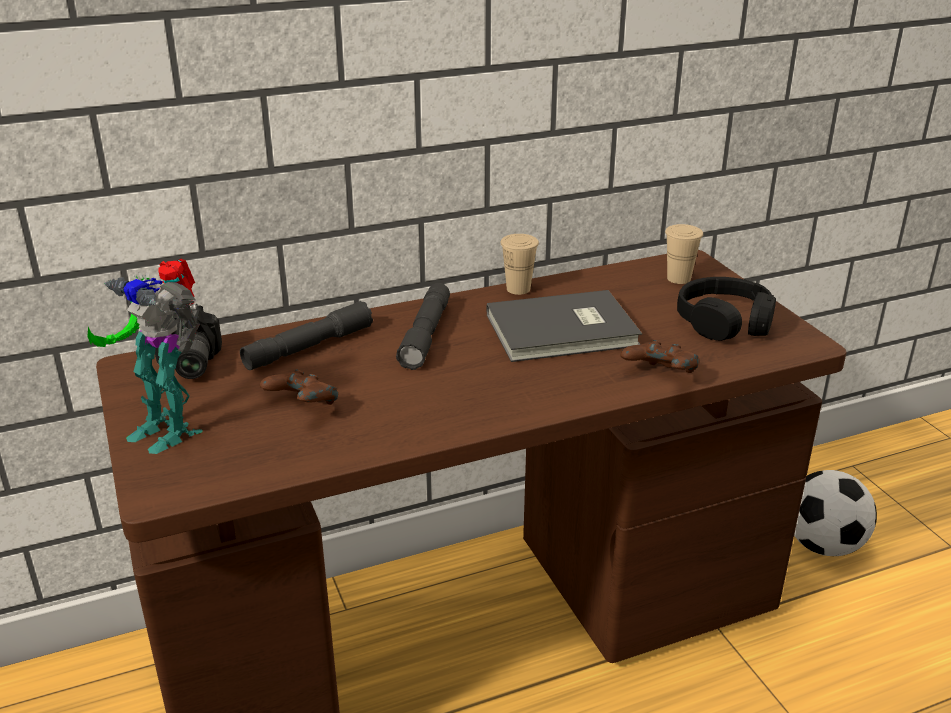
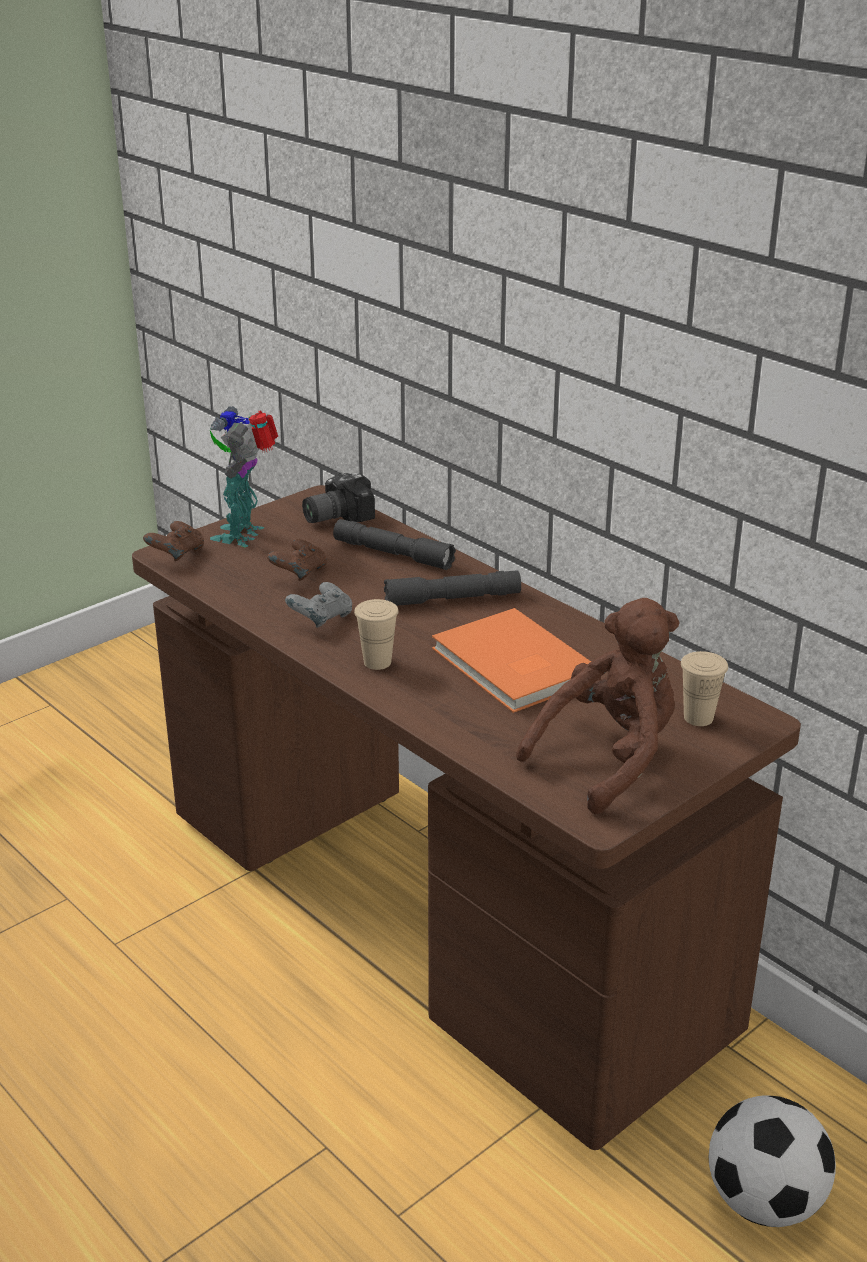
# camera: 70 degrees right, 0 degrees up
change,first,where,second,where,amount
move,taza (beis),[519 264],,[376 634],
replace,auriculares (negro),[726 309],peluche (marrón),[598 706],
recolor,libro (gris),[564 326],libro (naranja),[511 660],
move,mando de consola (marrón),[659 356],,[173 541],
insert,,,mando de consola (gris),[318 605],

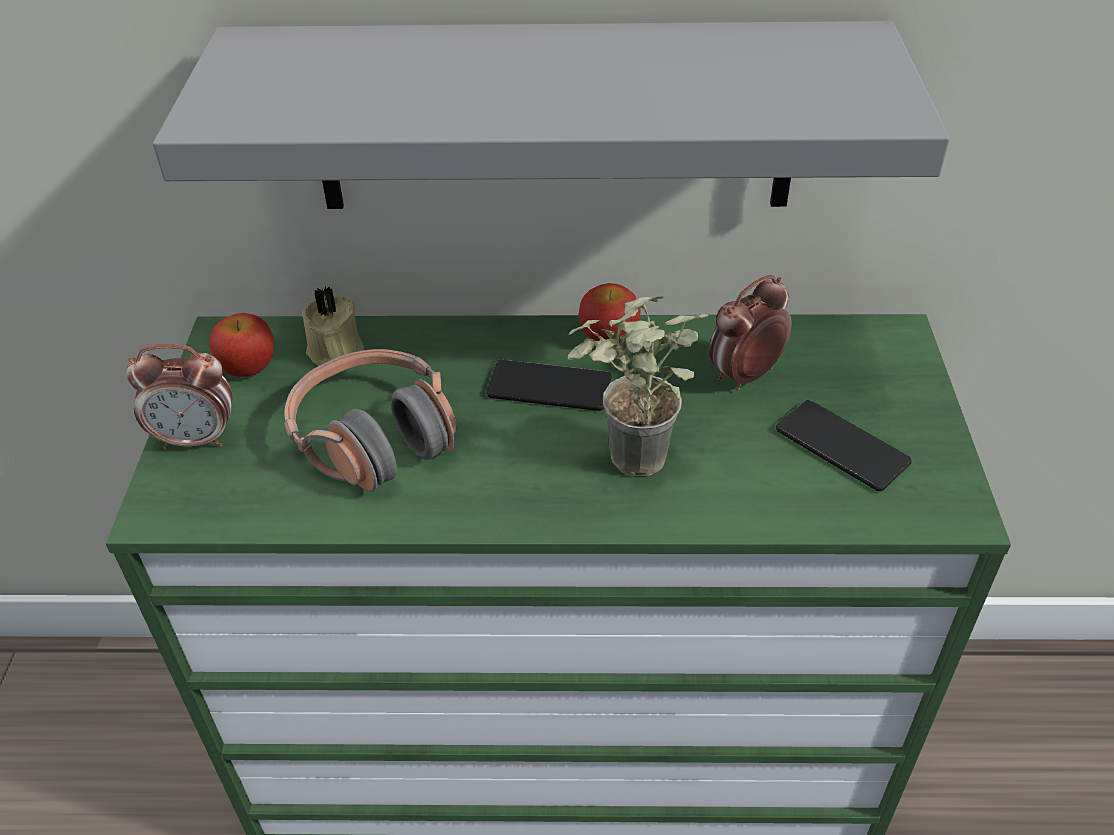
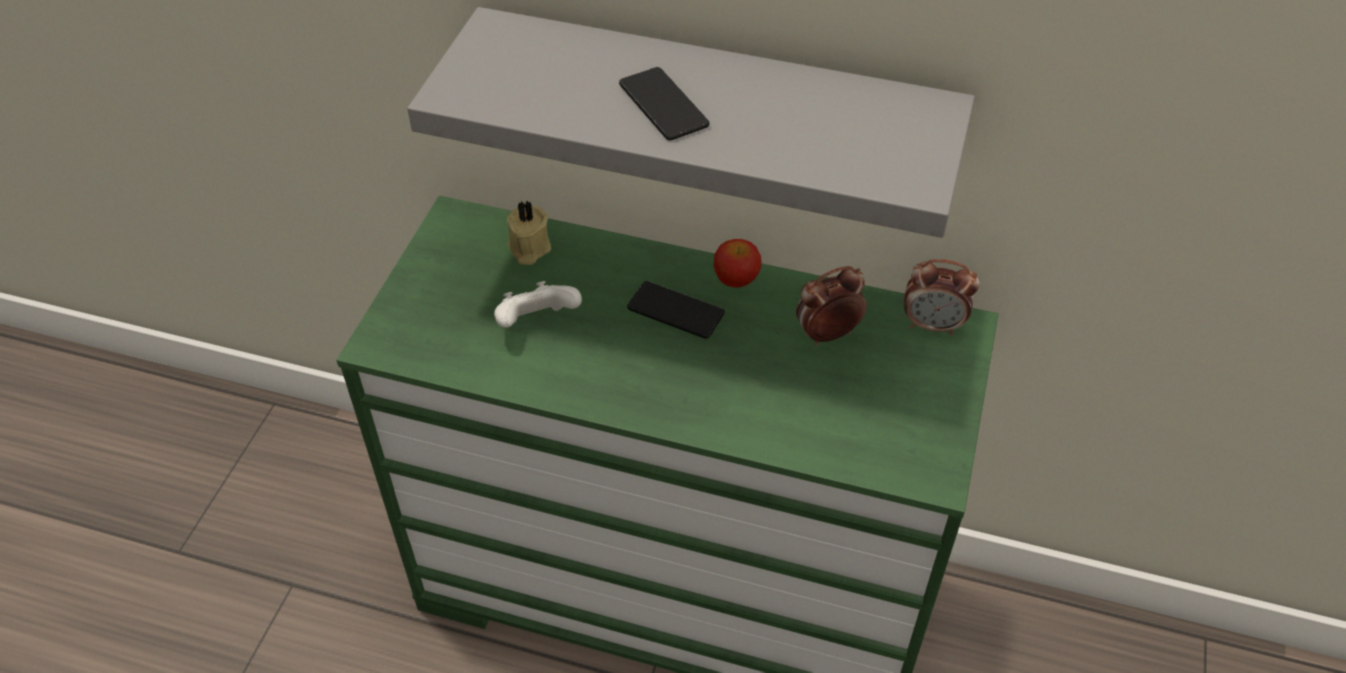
# camera: 15 degrees right, 5 degrees up
change,first,where,second,where,amount
delete,planta en maceta,[638 387],,,
delete,manzana,[241 345],,,
move,despertador,[179 396],,[942 297],
replace,auriculares,[370 420],mando de consola (blanco),[538 304],
move,móvil,[844 445],,[664 104],

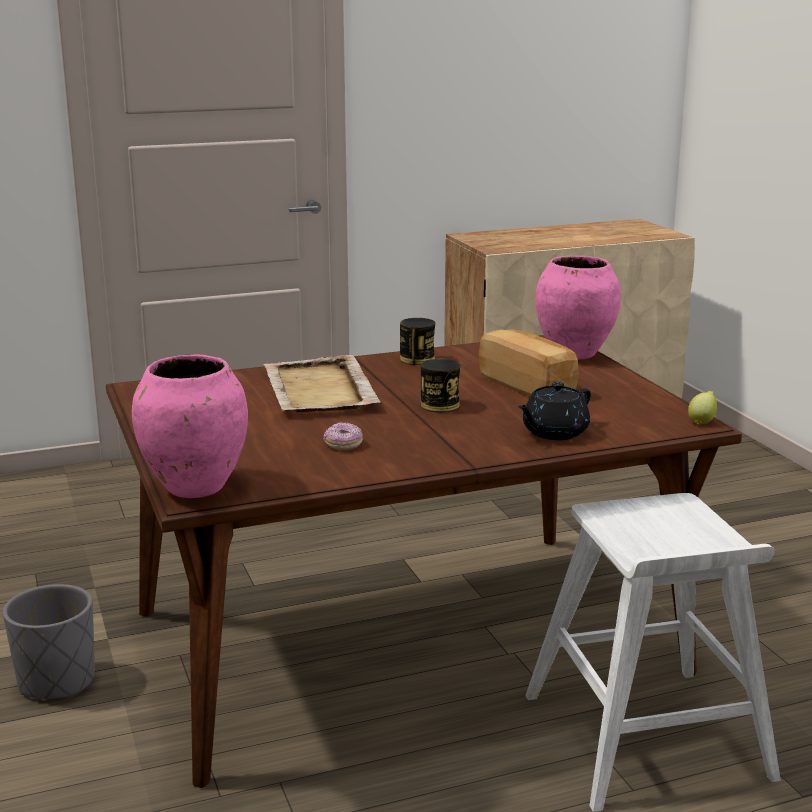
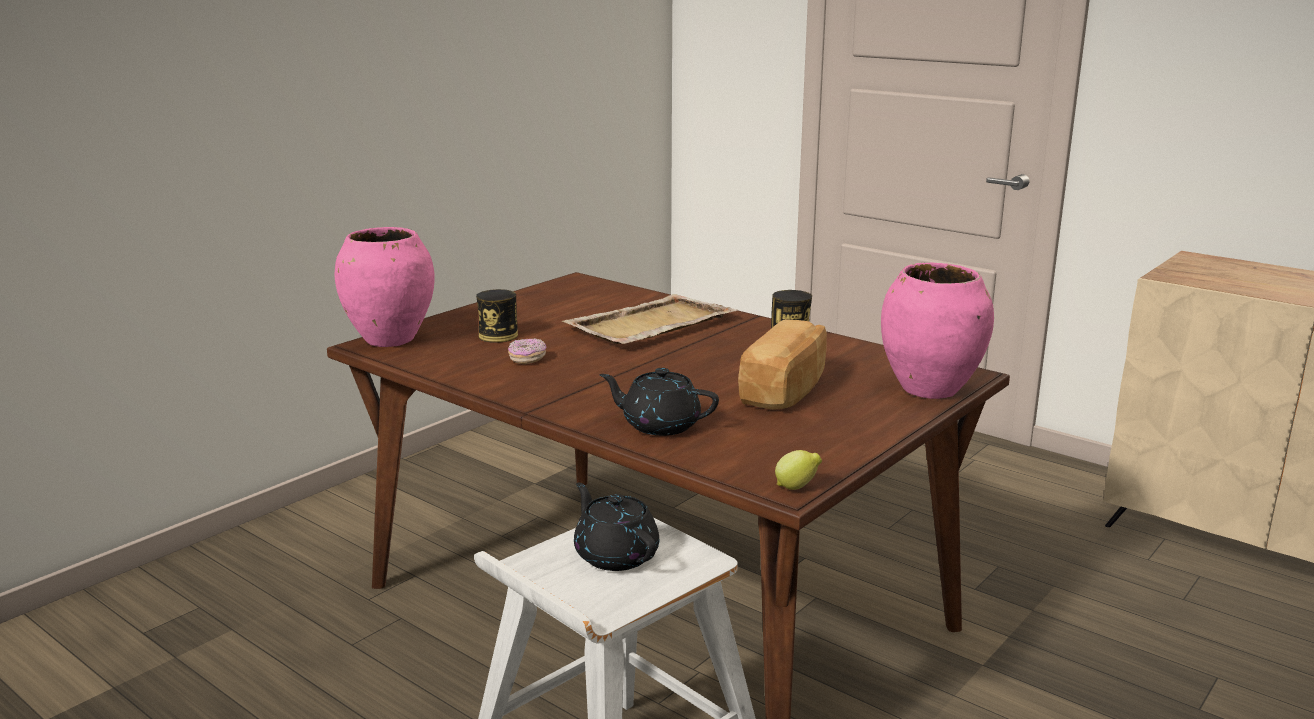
# camera: 60 degrees right, 0 degrees up
change,first,where,second,where,amount
move,lata,[440 386],,[497 316],
delete,maceta (gris),[49 641],,,
insert,,,tetera (negro),[616 526],

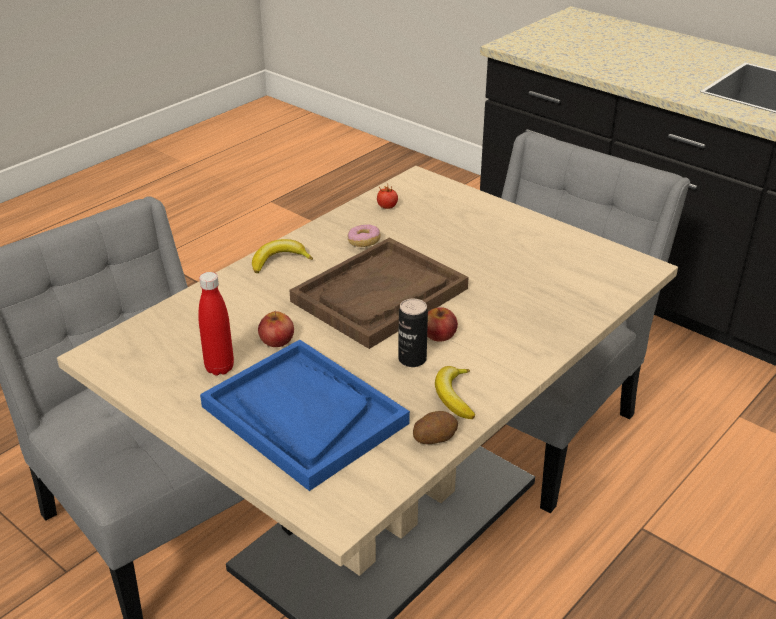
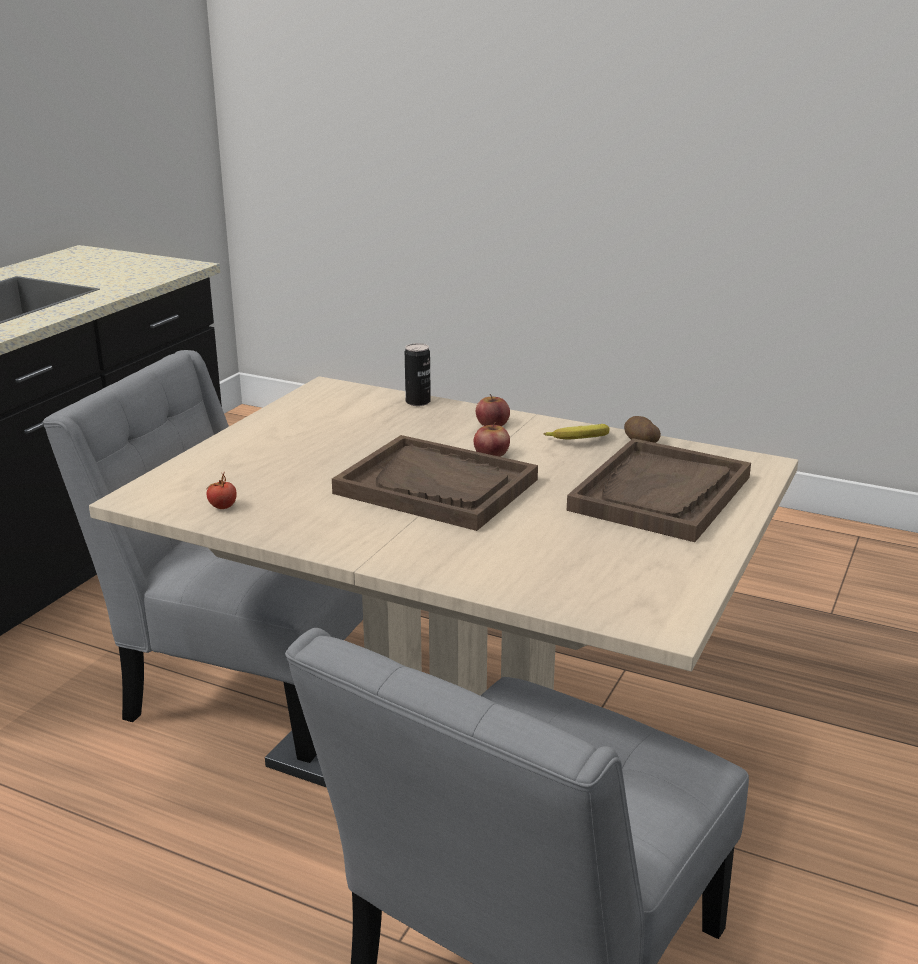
# camera: 105 degrees left, 10 degrees down
change,first,where,second,where,amount
delete,rosquilla,[364 235],,,
delete,plátano,[282 256],,,
delete,botella (rojo),[216 323],,,
move,lata,[413 333],,[418 374],
move,manzana,[276 329],,[493 410],
recolor,bandeja (azul),[305 415],bandeja (marrón),[659 490],

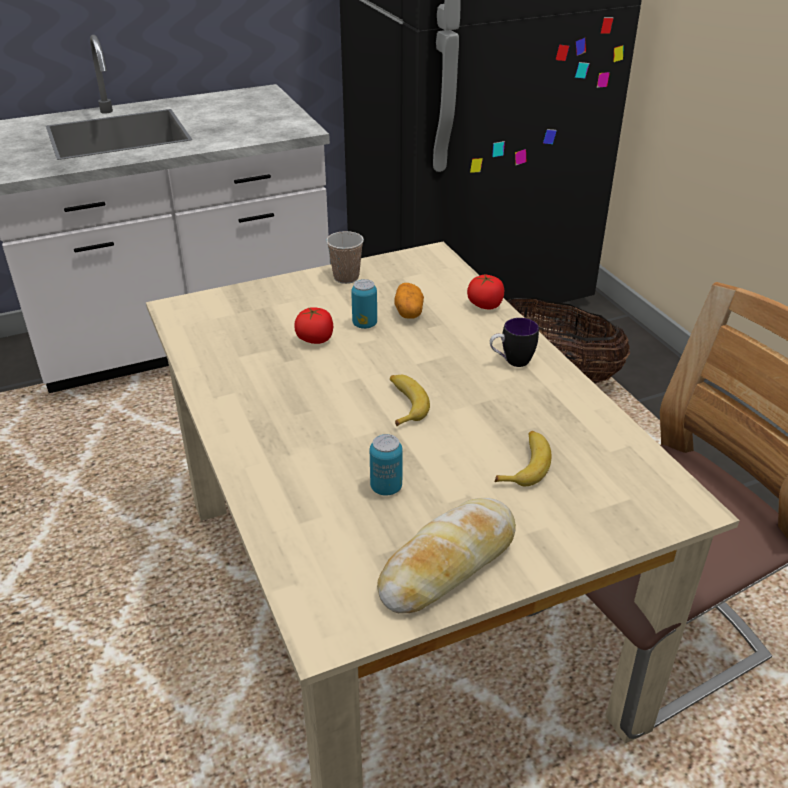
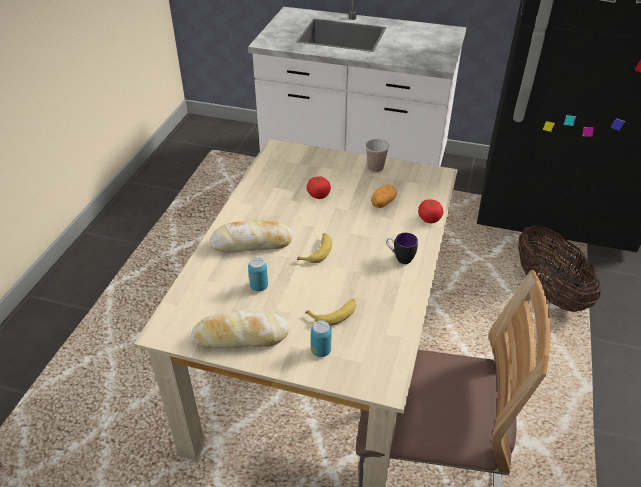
# camera: 40 degrees right, 5 degrees up
change,first,where,second,where,amount
move,lata,[364 304],,[321 339],
insert,,,pan,[251 236],

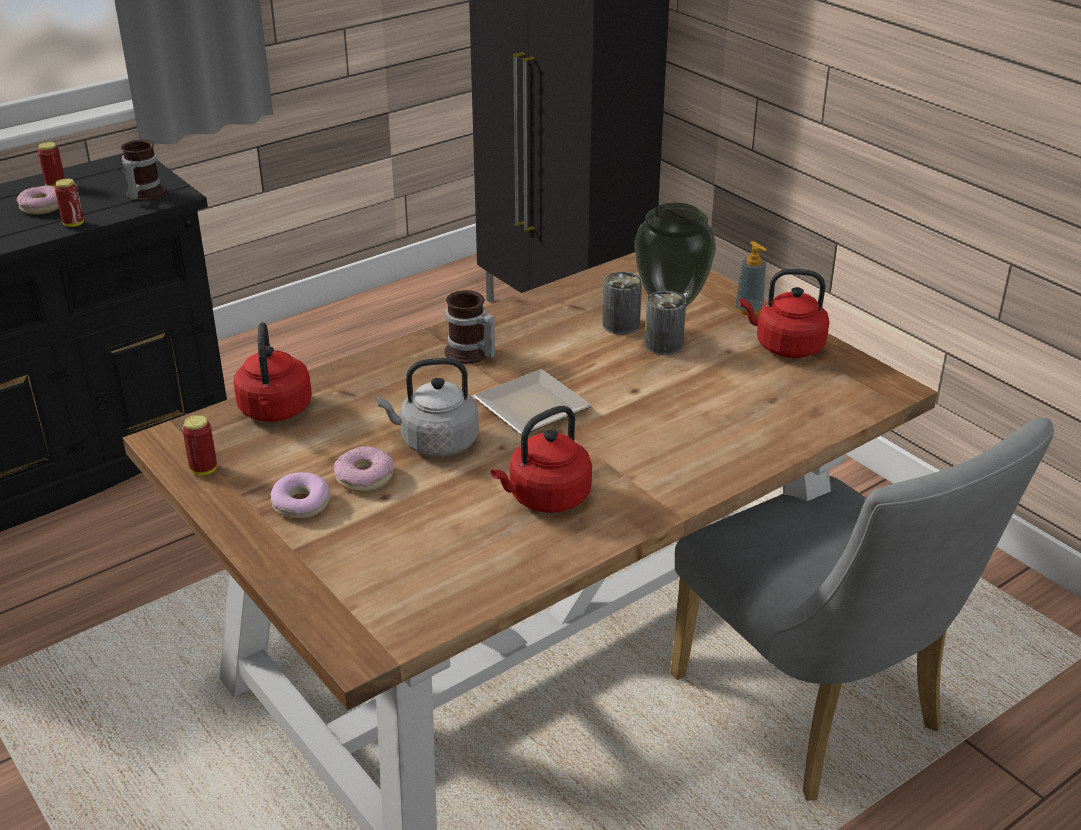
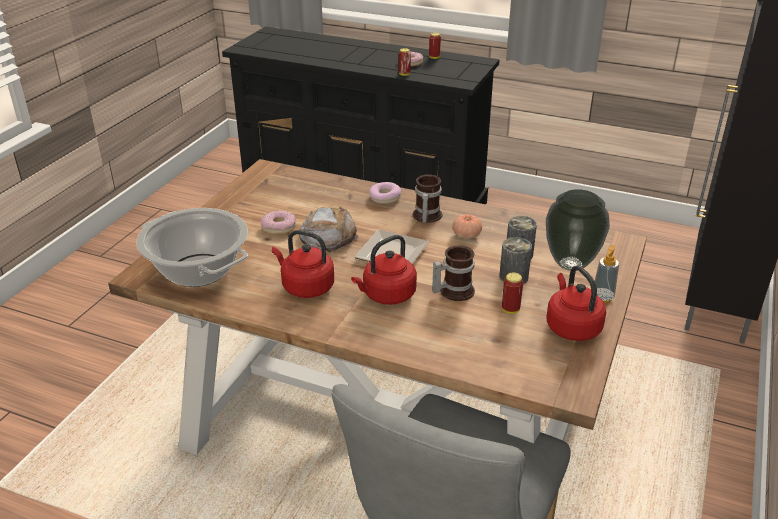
# camera: 60 degrees right, 0 degrees up
change,first,where,second,where,amount
move,taza grande,[143 170],,[453 273],
move,hervidor (rojo),[272 372],,[384 270],
replace,hervidor (gris),[427 407],pan,[329 229],
move,lata,[199 445],,[512 293],
move,rosquilla,[300 495],,[385 193],
insert,,,olla,[192 247],
insert,,,tomate,[467 226],

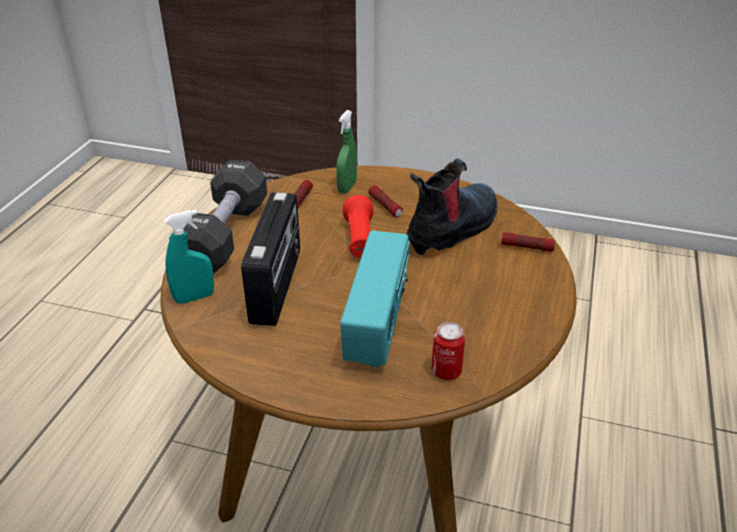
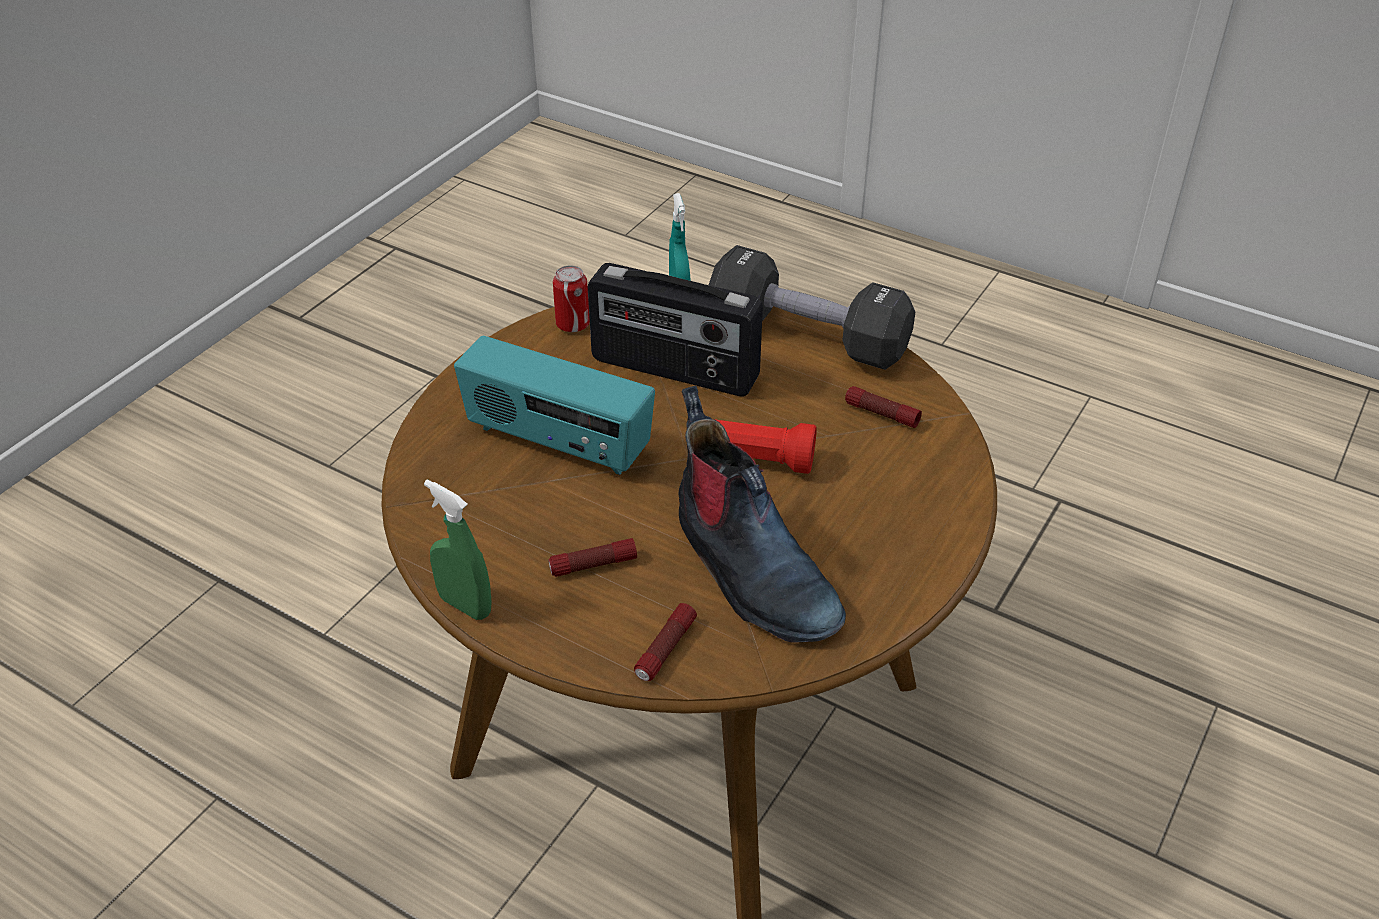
# camera: 105 degrees right, 5 degrees up
change,first,where,second,where,amount
move,pulverizador (verde),[346 152],,[458 550],
move,linterna,[385 201],,[592 557],
move,lata,[448 351],,[571 298],

